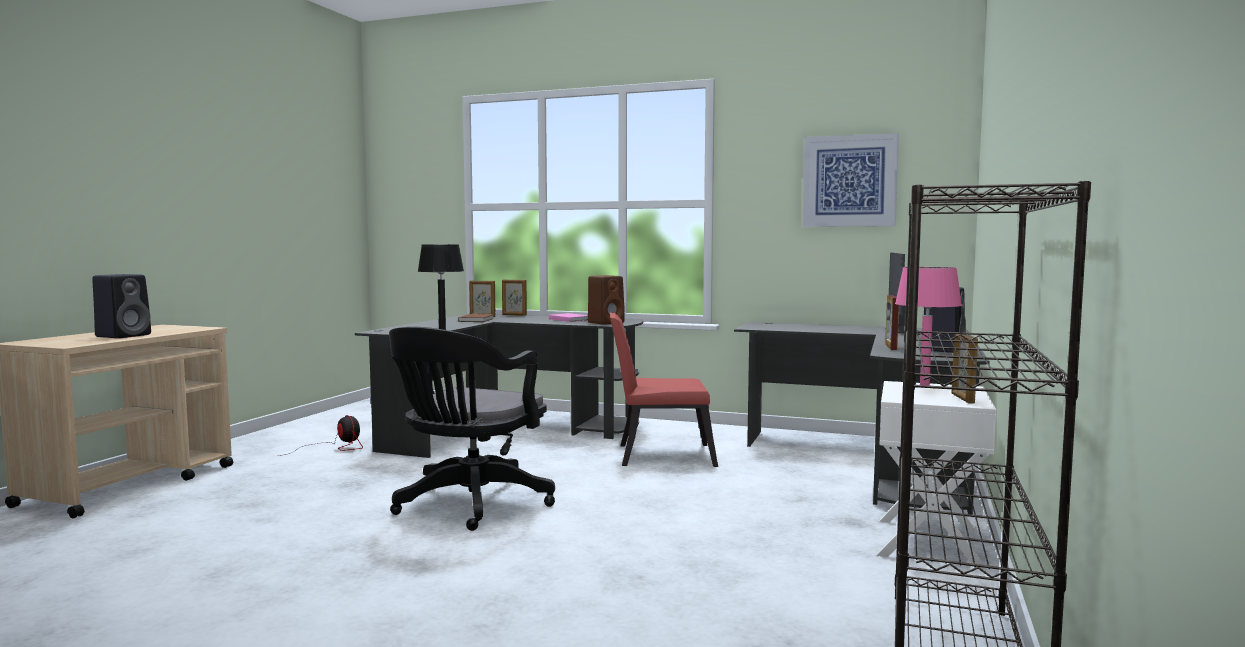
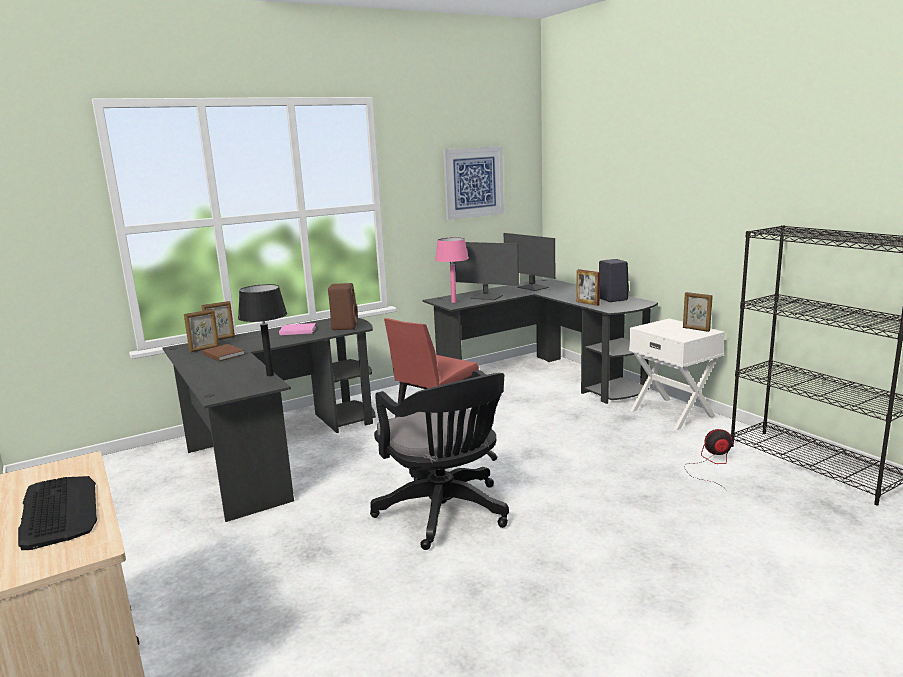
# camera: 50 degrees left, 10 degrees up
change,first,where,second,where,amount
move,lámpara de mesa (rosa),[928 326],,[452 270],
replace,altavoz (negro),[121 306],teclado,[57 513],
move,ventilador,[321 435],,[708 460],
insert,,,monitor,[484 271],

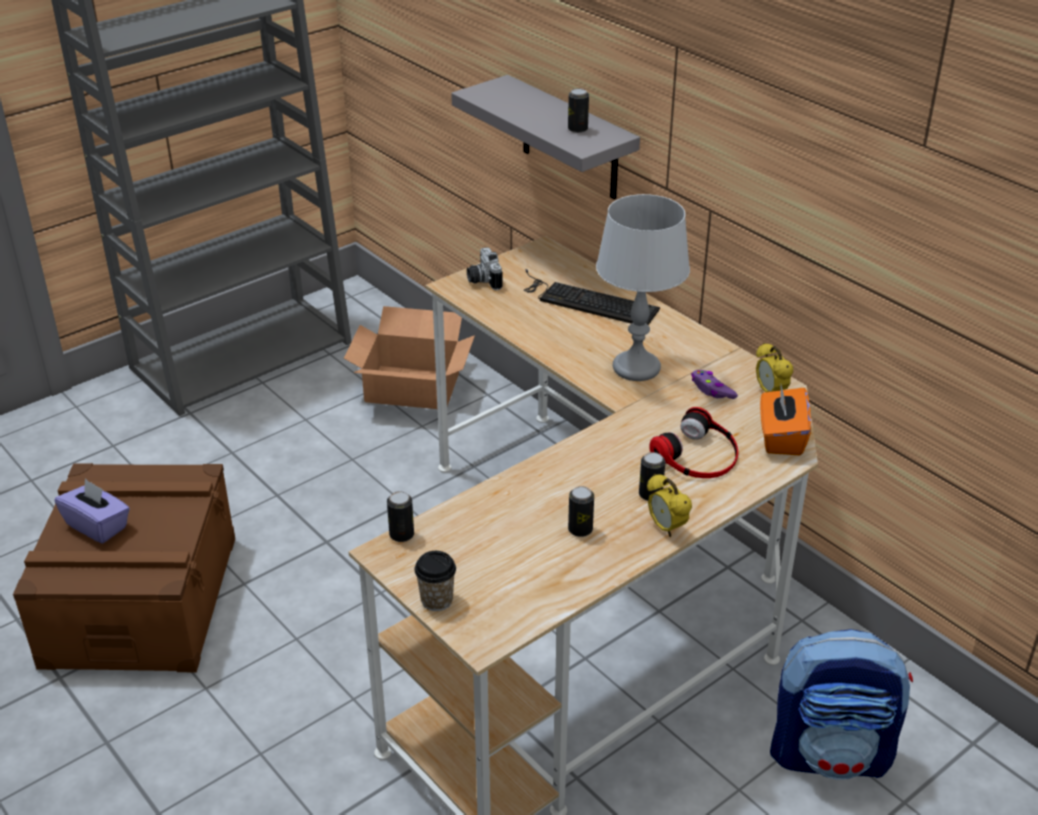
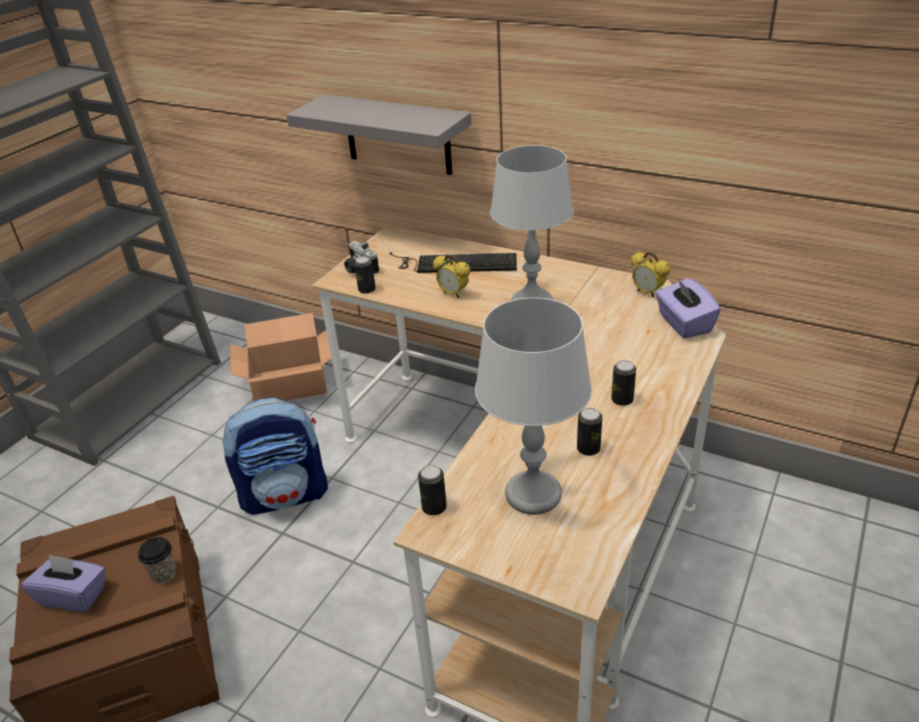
# camera: 20 degrees left, 0 degrees up
change,first,where,second,where,amount
move,lata,[578 110],,[365 275],
delete,mando de consola (morado),[714 384],,,
recolor,caja de pañuelos (naranja),[785 420],caja de pañuelos (morado),[688 308],
delete,auriculares,[693 442],,,
move,despertador,[669 505],,[451 276],
move,taza,[435 581],,[157 560],
move,mochila,[841 704],,[275 456],
insert,,,lámpara de mesa (gris),[533 406],

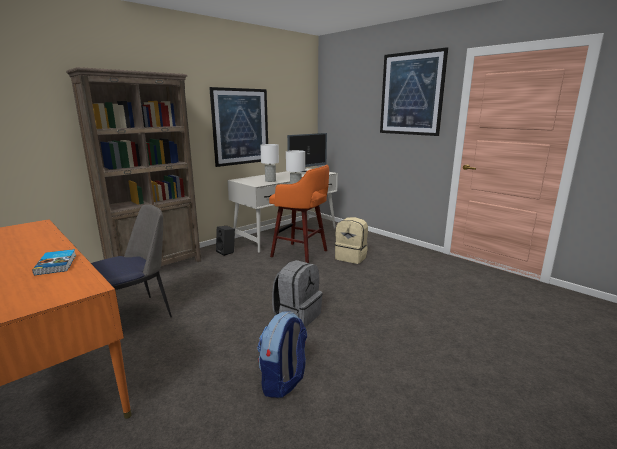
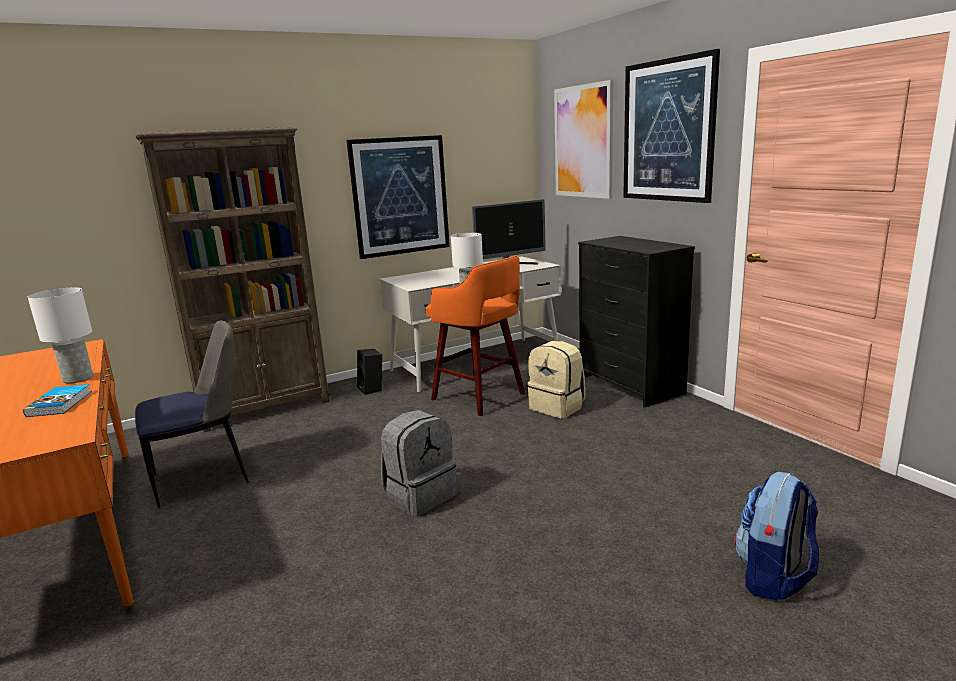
# camera: 15 degrees right, 0 degrees up
change,first,where,second,where,amount
move,lámpara de mesa (blanco),[269 163],,[60 335],
move,mochila,[282 354],,[777 536],
insert,,,cuadro,[583 139],
insert,,,cómoda (negro),[636 322],

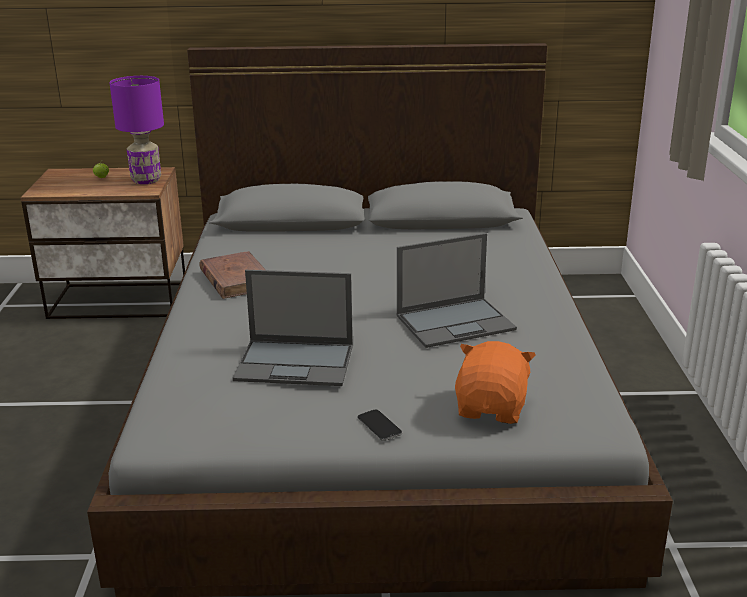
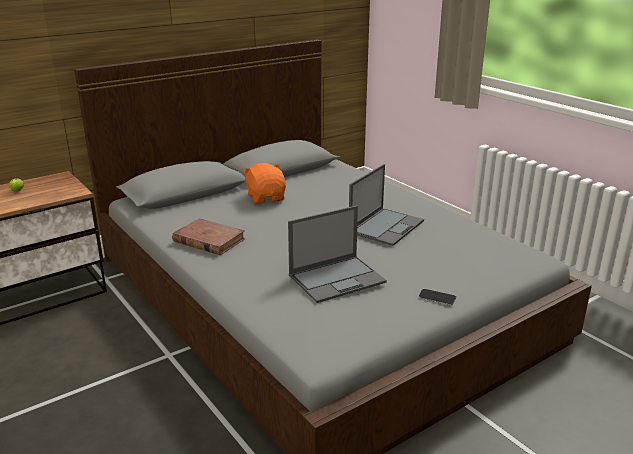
# camera: 35 degrees left, 0 degrees up
change,first,where,second,where,amount
delete,lámpara de mesa (morado),[136 130],,,
move,peluche (naranja),[495 382],,[264 183],

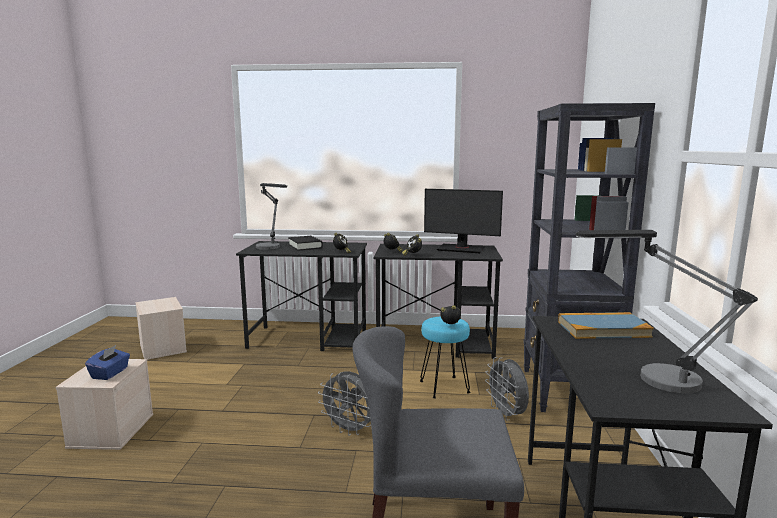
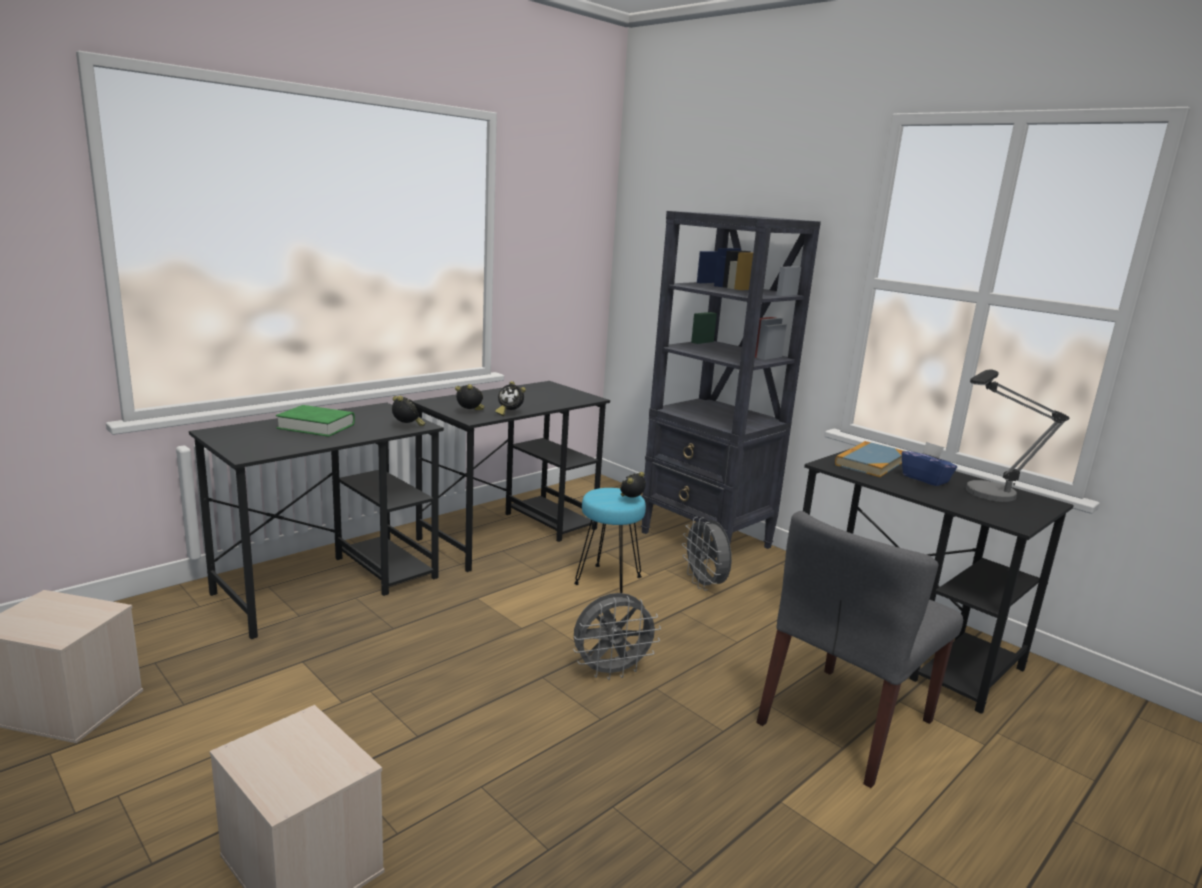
# camera: 50 degrees left, 5 degrees up
change,first,where,second,where,amount
delete,lámpara de mesa,[271 216],,,
delete,monitor,[463 221],,,
recolor,libro (negro),[305 243],libro (verde),[315 421],
move,caja de pañuelos (azul),[107 362],,[929 464],
rotate,ventilador (gris),[507 389],,[707 554],45 degrees clockwise

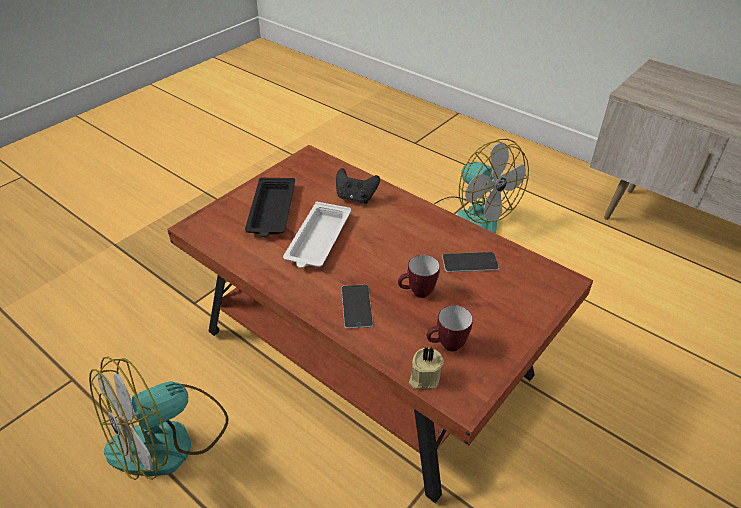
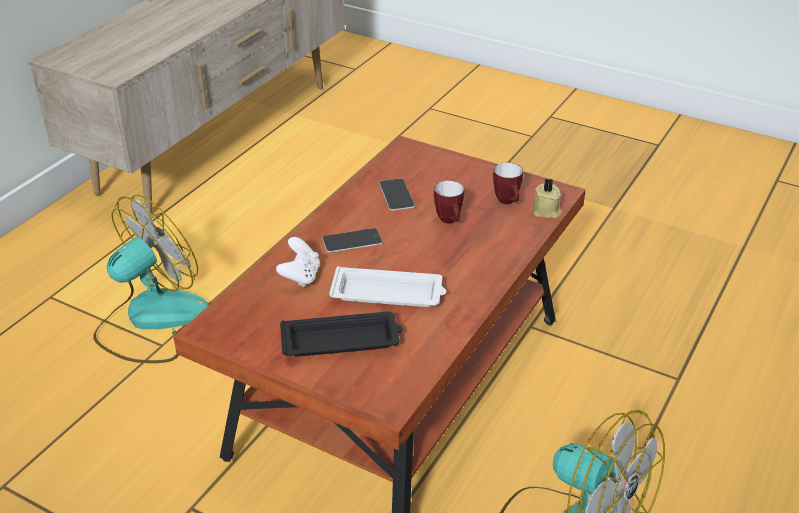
# camera: 100 degrees left, 5 degrees down
change,first,where,second,where,amount
recolor,mando de consola (negro),[358 186],mando de consola (blanco),[298 262],
move,móvil,[357 306],,[352 240],

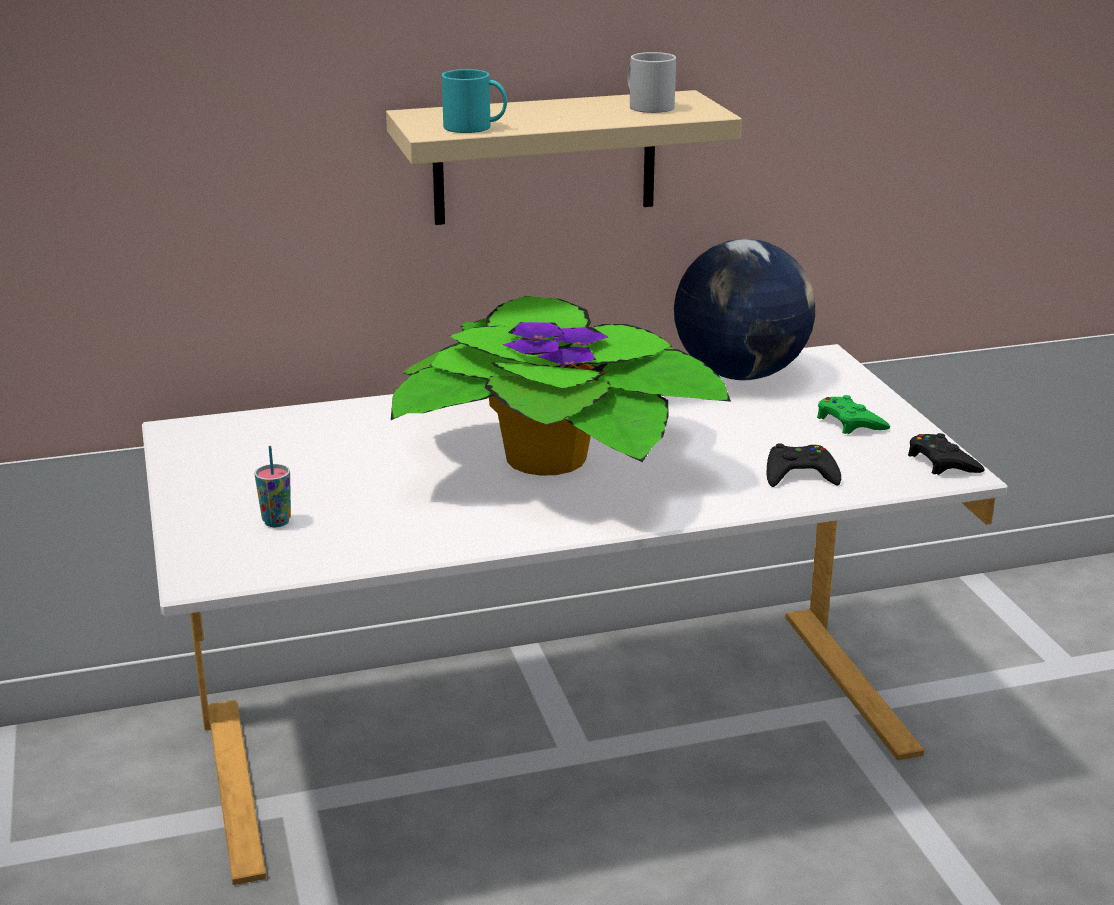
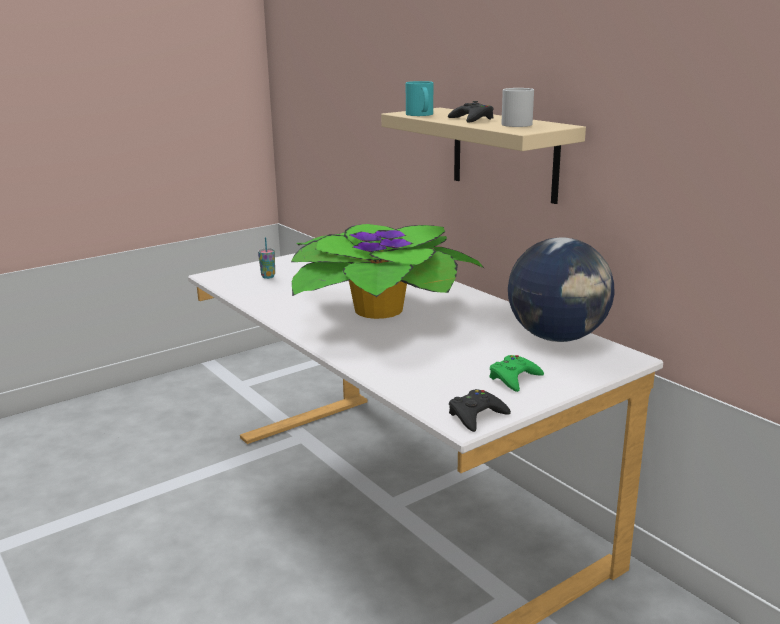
# camera: 70 degrees right, 5 degrees down
change,first,where,second,where,amount
move,mando de consola (negro),[803 465],,[471 112],

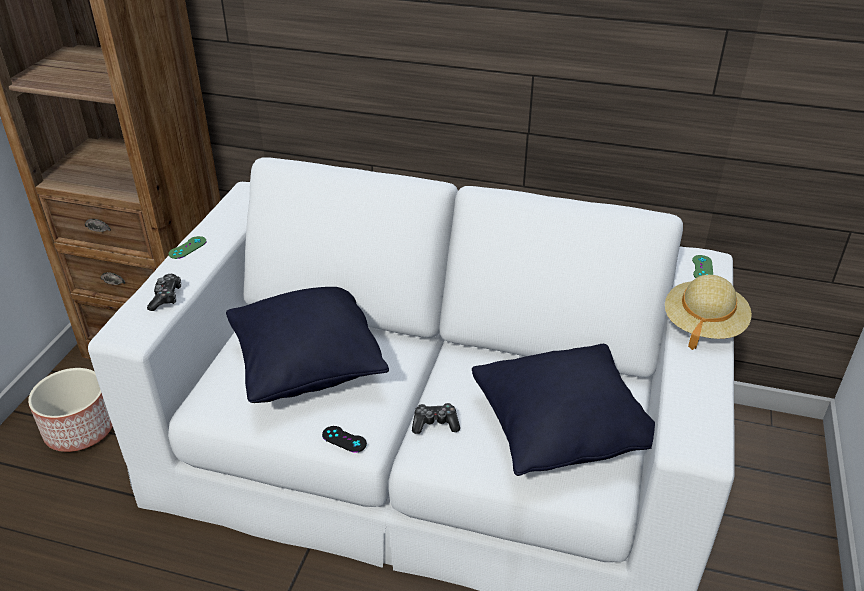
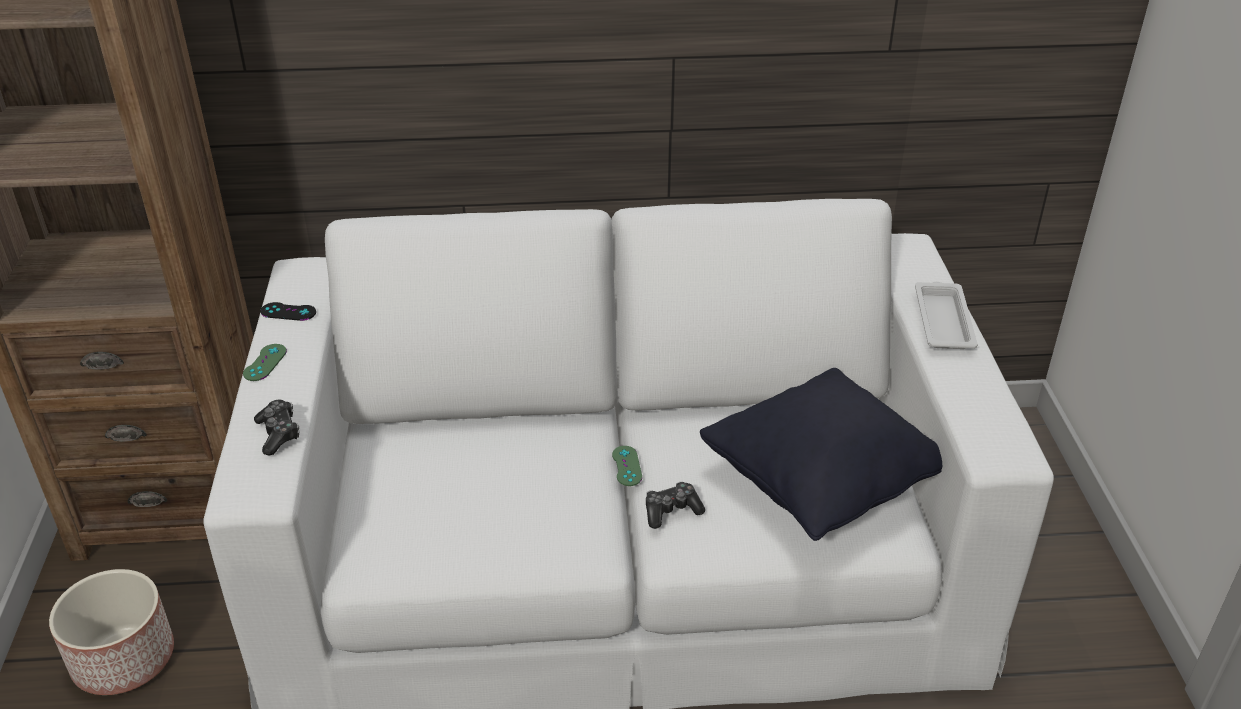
# camera: 20 degrees left, 0 degrees up
change,first,where,second,where,amount
move,mando de consola (verde),[702 266],,[627 466],
replace,sombrero (beis),[708 312],bandeja (blanco),[946 315],
delete,cojín (negro),[307 345],,,
move,mando de consola (negro),[344 439],,[288 311],

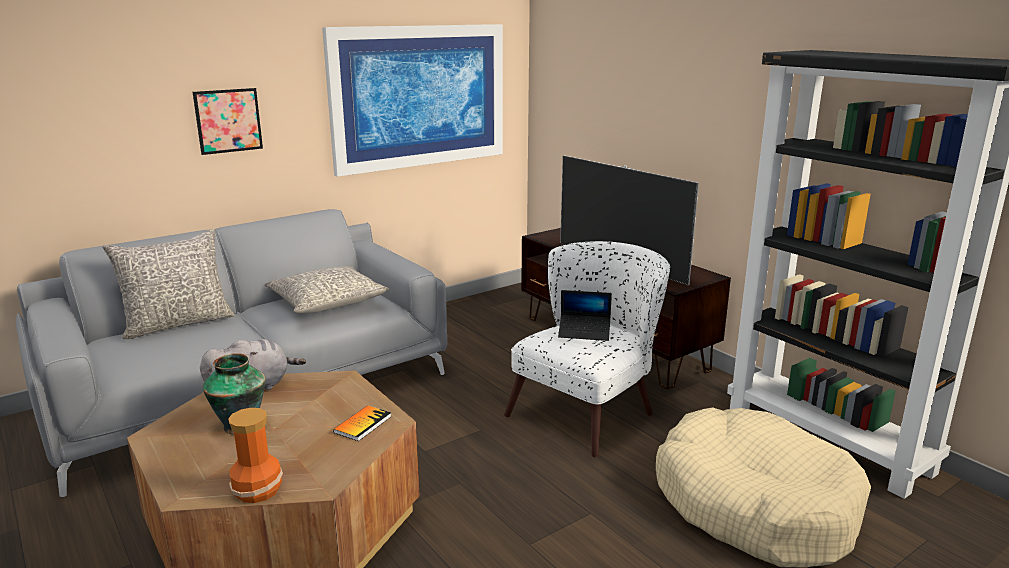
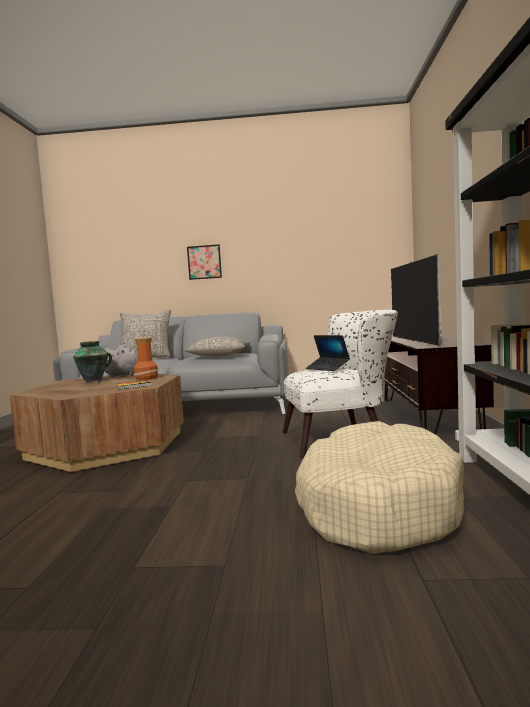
# camera: 40 degrees right, 15 degrees down
change,first,where,second,where,amount
delete,cuadro,[412 100],,,
move,florero,[255 455],,[146 359],

